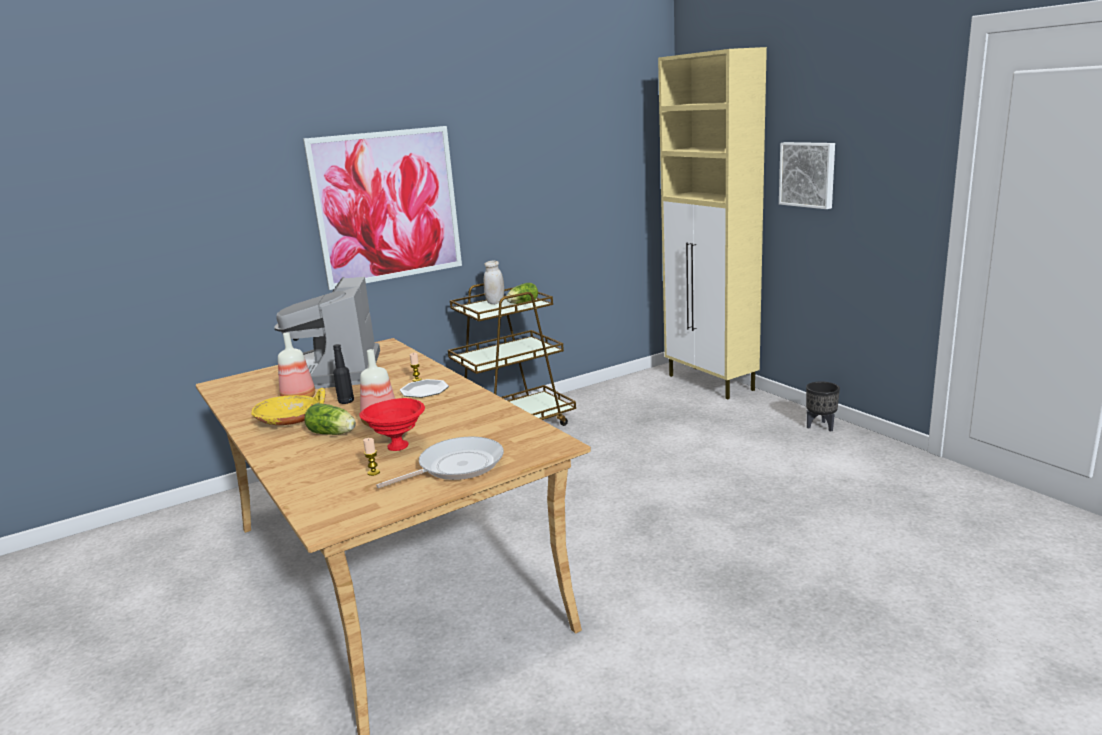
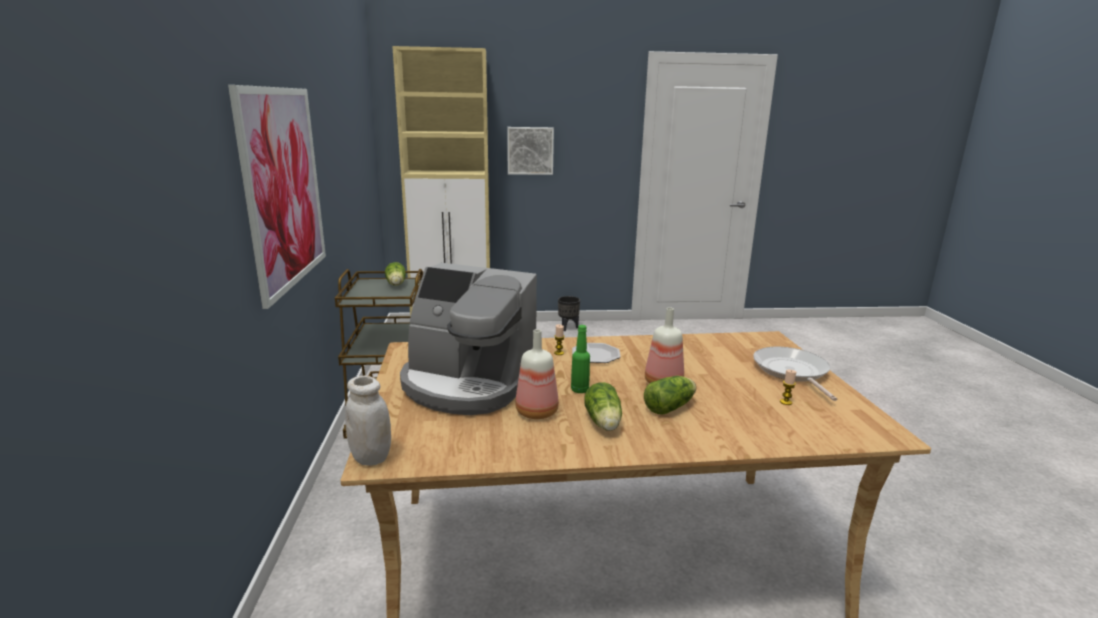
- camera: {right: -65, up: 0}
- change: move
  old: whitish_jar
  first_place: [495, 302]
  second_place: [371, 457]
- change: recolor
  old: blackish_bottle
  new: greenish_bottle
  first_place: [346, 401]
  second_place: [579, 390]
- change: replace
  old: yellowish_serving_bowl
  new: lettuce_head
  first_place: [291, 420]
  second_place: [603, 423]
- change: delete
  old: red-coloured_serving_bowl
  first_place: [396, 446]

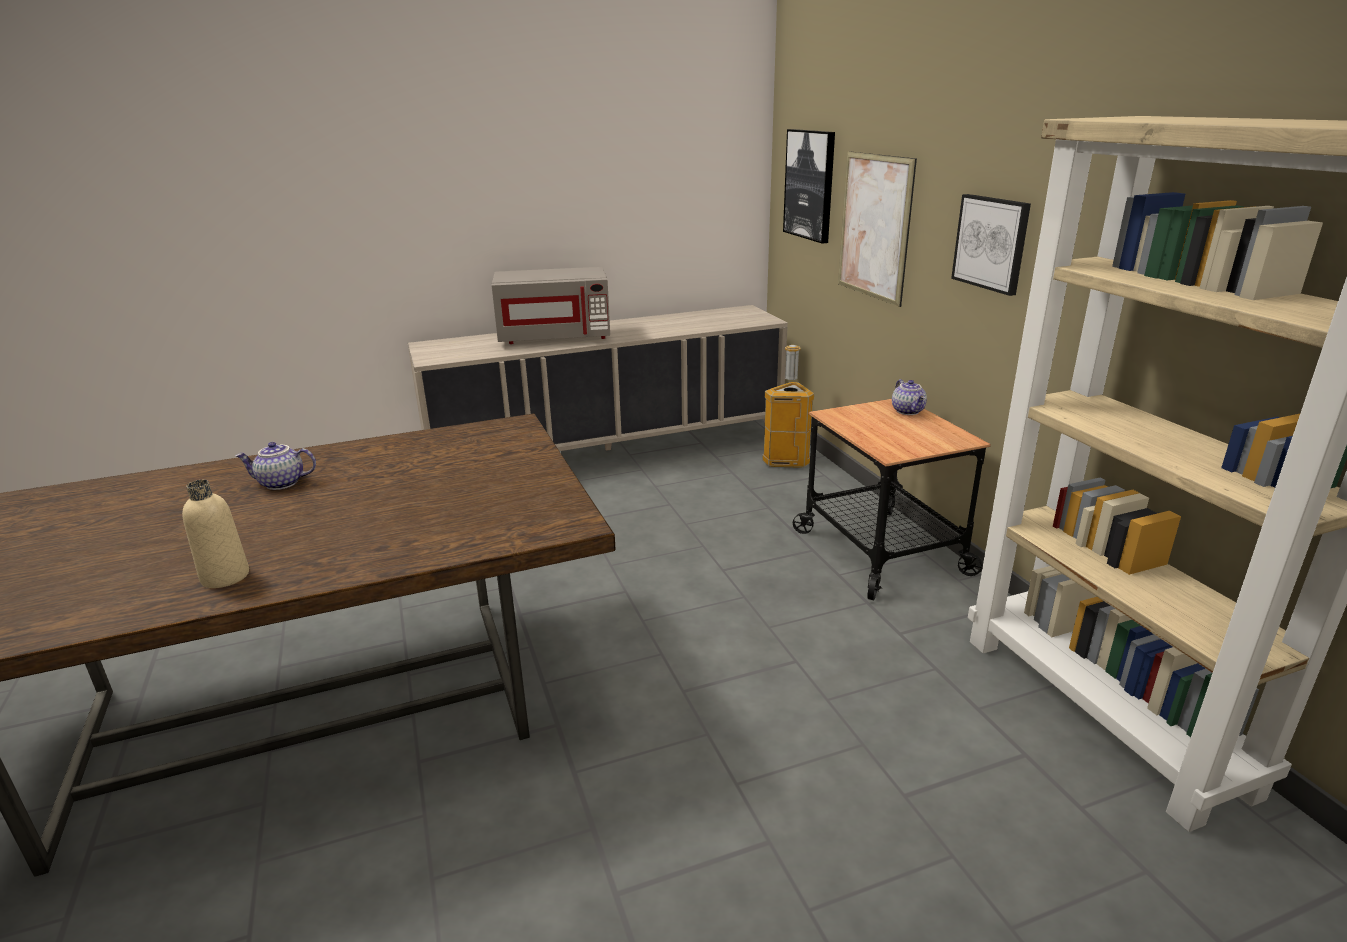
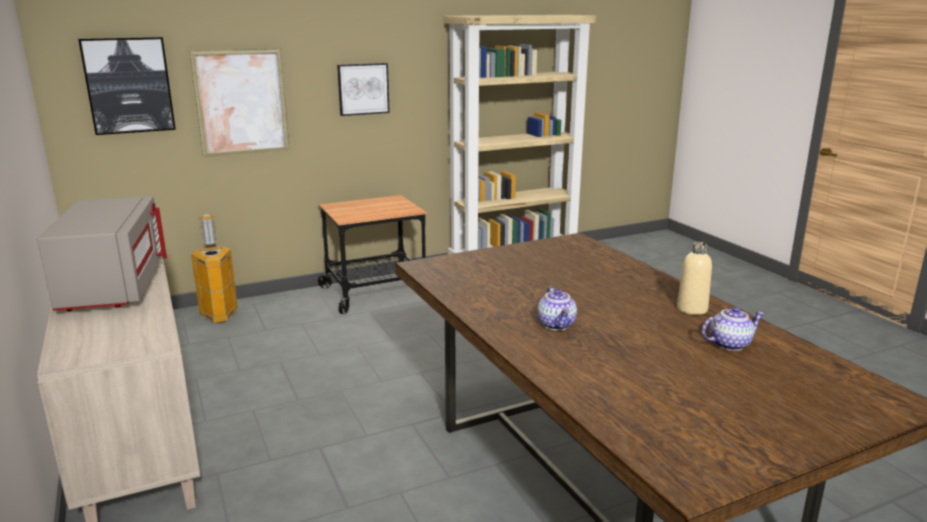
- camera: {right: -95, up: -5}
- change: move
  old: tea_pot
  first_place: [908, 411]
  second_place: [729, 344]

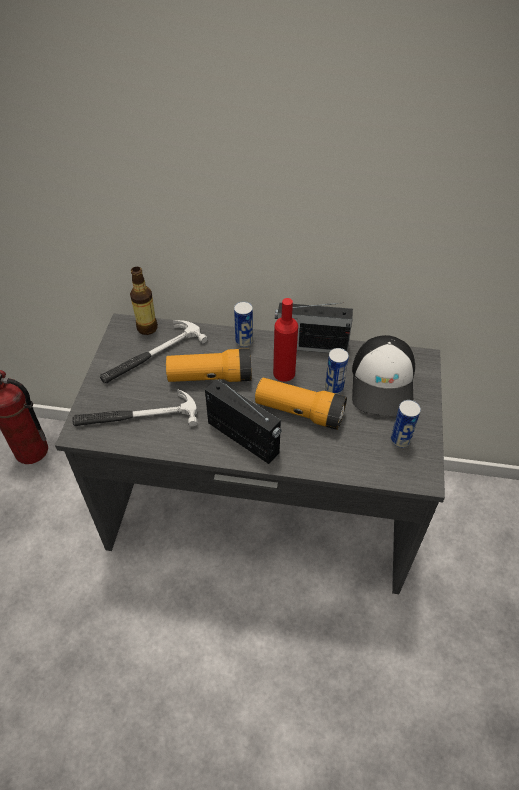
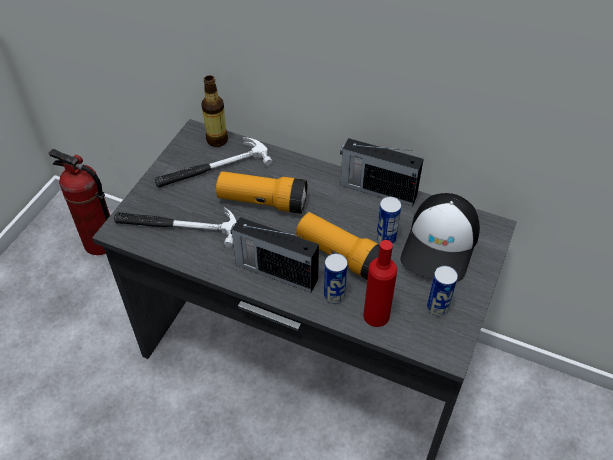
- camera: {right: 15, up: 0}
- change: move
  old: red-coloured_bottle
  first_place: [284, 373]
  second_place: [376, 315]
- change: move
  old: can
  first_place: [244, 341]
  second_place: [334, 295]
- change: rotate
  old: radio_set
  first_place: [244, 439]
  second_place: [275, 271]
  degrees: 150

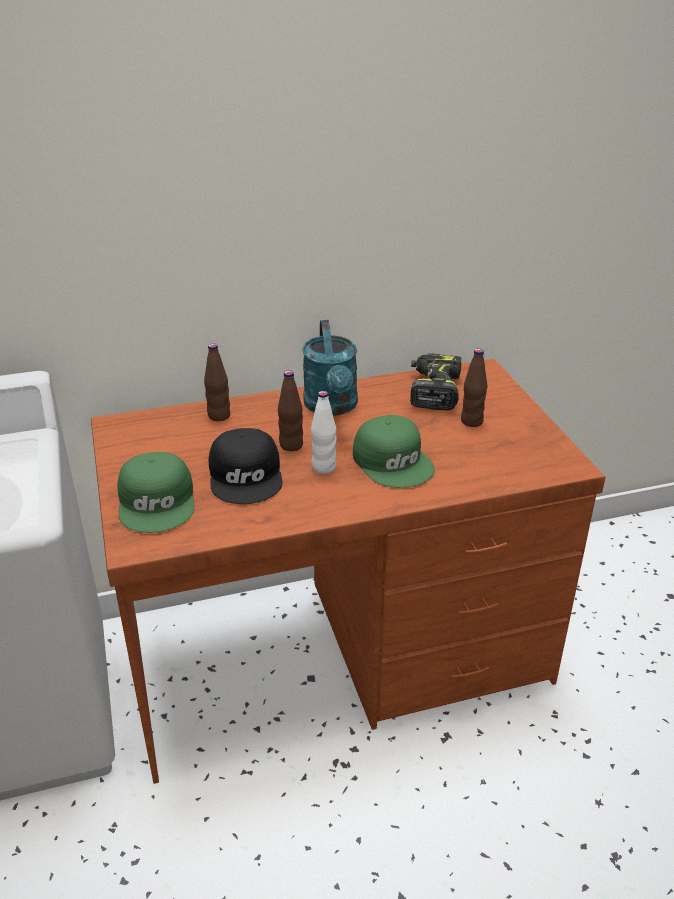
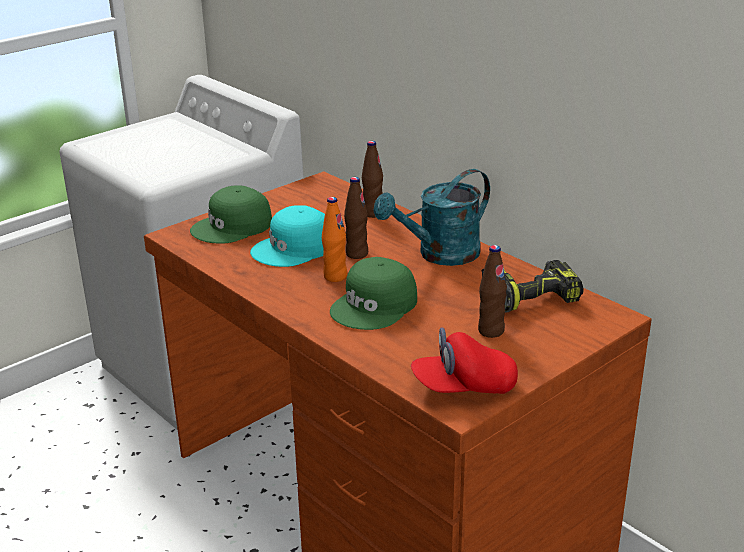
- camera: {right: 65, up: -5}
- change: recolor
  old: whitish_bottle
  new: orangey_bottle
  first_place: [324, 467]
  second_place: [335, 276]
- change: recolor
  old: blackish_peaked_cap
  new: turquoise-coloured_peaked_cap
  first_place: [247, 475]
  second_place: [294, 248]
- change: insert
  new: red-coloured_peaked_cap
  second_place: [464, 387]

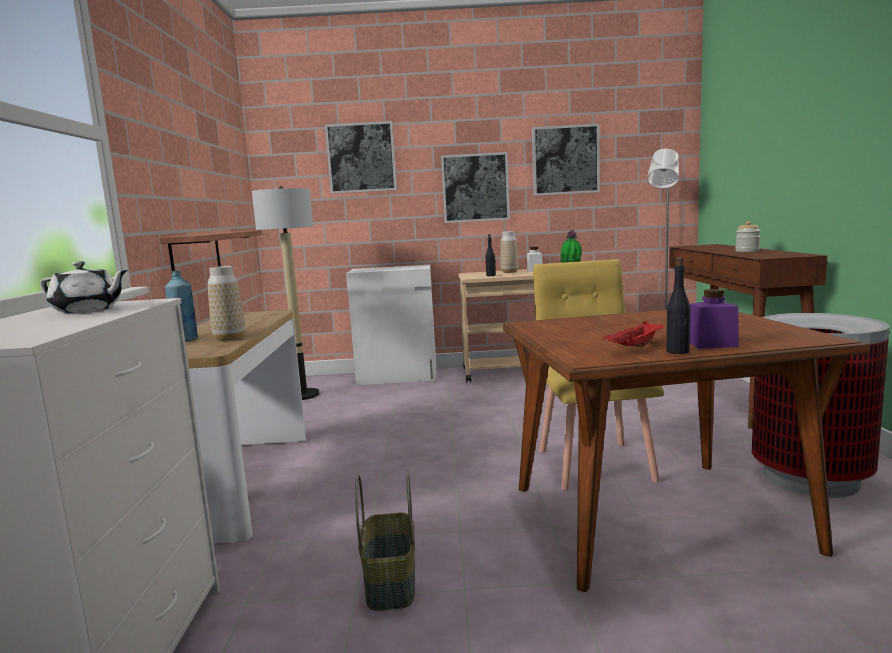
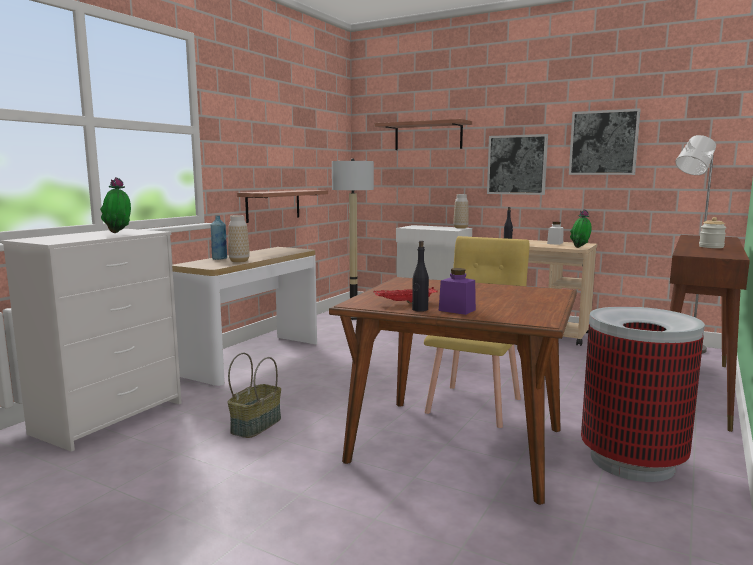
- camera: {right: 30, up: 0}
- change: replace
  old: picture
  new: bracket_shelf
  first_place: [361, 158]
  second_place: [428, 136]
- change: move
  old: vase
  first_place: [509, 272]
  second_place: [460, 228]
- change: replace
  old: whitish_tea_pot
  new: potted_plant
  first_place: [88, 310]
  second_place: [119, 233]

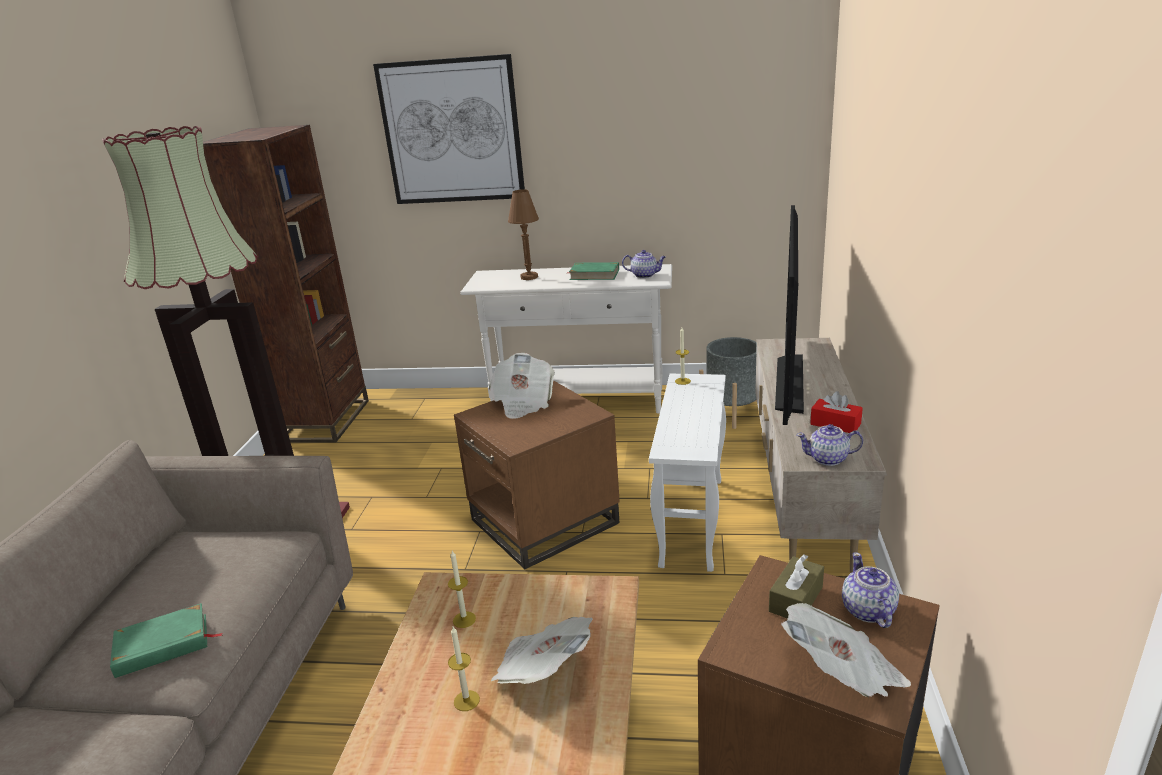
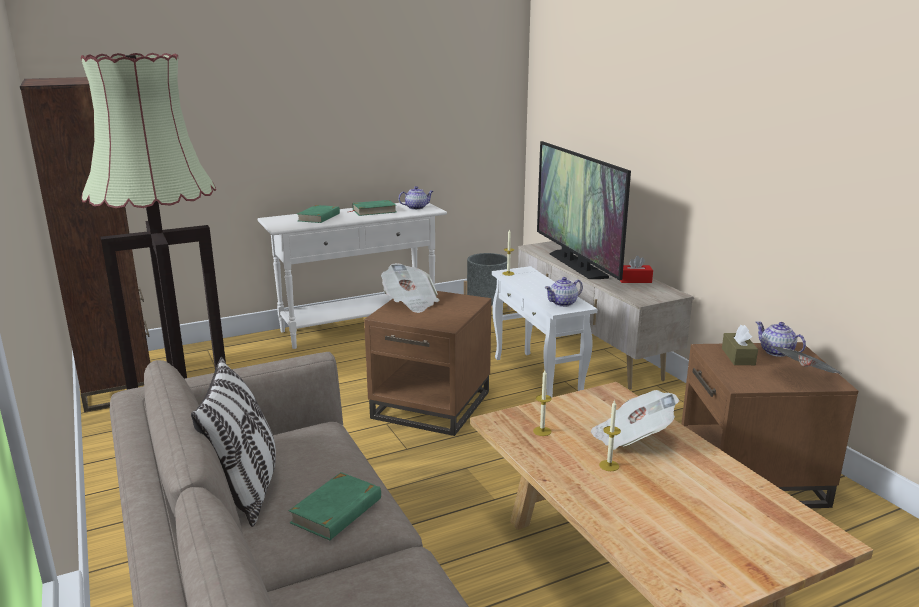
- camera: {right: -35, up: -5}
- change: delete
  old: picture
  first_place: [452, 132]
- change: replace
  old: brown-coloured_lamp_for_a_table
  new: greenish_bound_book
  first_place: [529, 277]
  second_place: [319, 217]
- change: move
  old: tea_pot
  first_place: [828, 459]
  second_place: [563, 303]
- change: insert
  new: throw_pillow
  second_place: [246, 489]

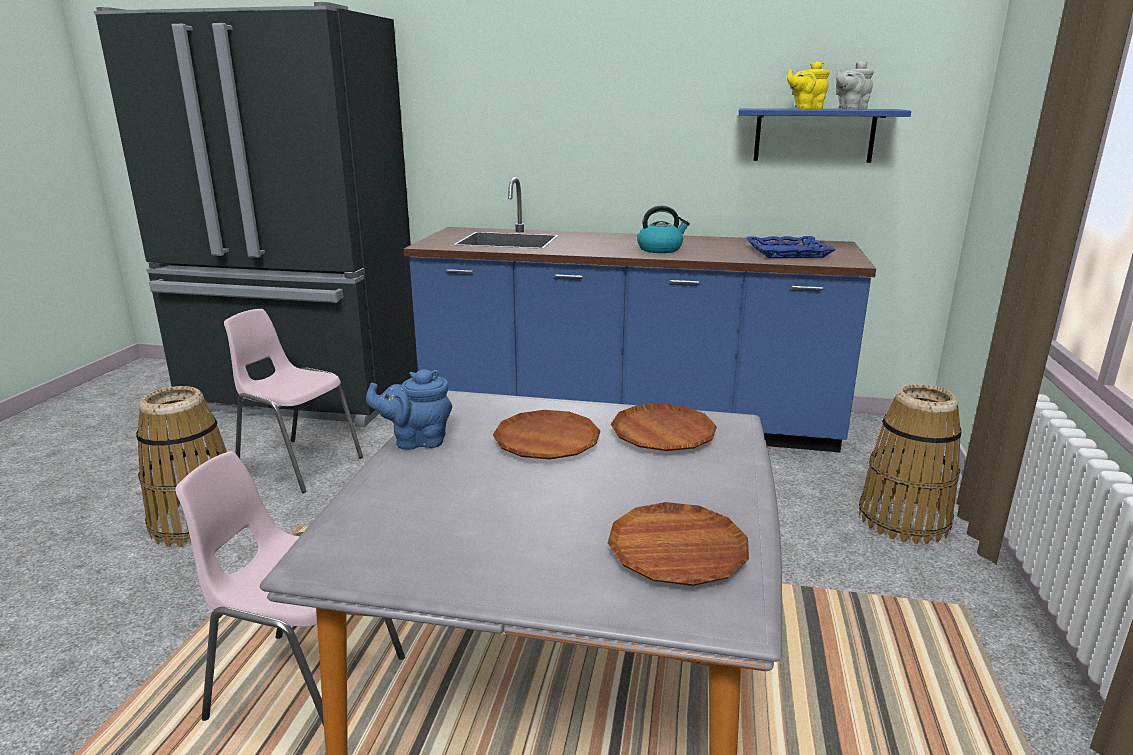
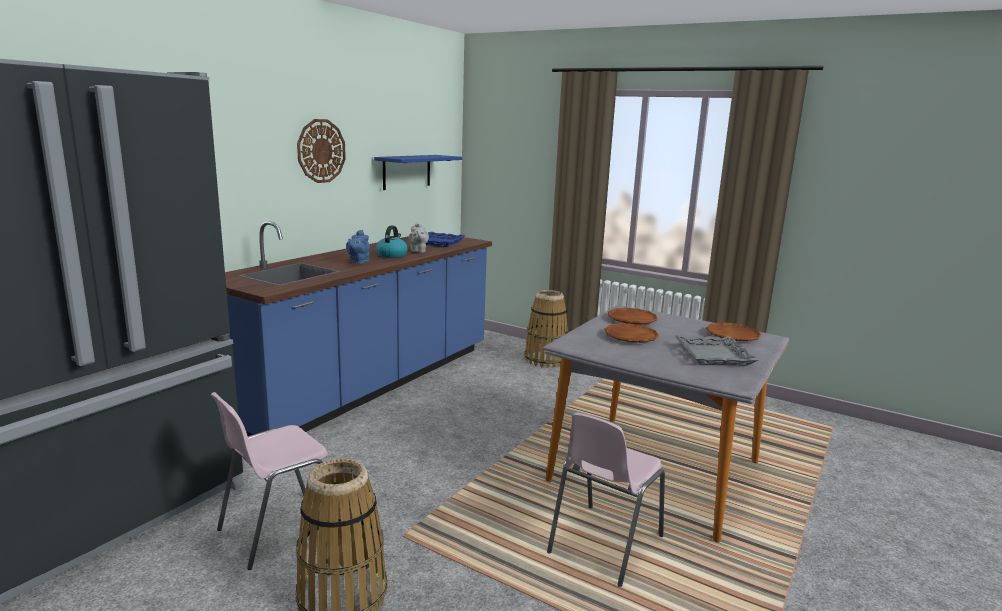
- camera: {right: -70, up: -5}
- change: delete
  old: yellowish_tea_pot
  first_place: [806, 108]
- change: move
  old: greyish_tea_pot
  first_place: [850, 109]
  second_place: [418, 251]
- change: move
  old: blue_tea_pot
  first_place: [417, 441]
  second_place: [358, 262]
- change: insert
  new: wall_clock
  second_place: [321, 151]
- change: insert
  new: greyish_tray
  second_place: [714, 356]

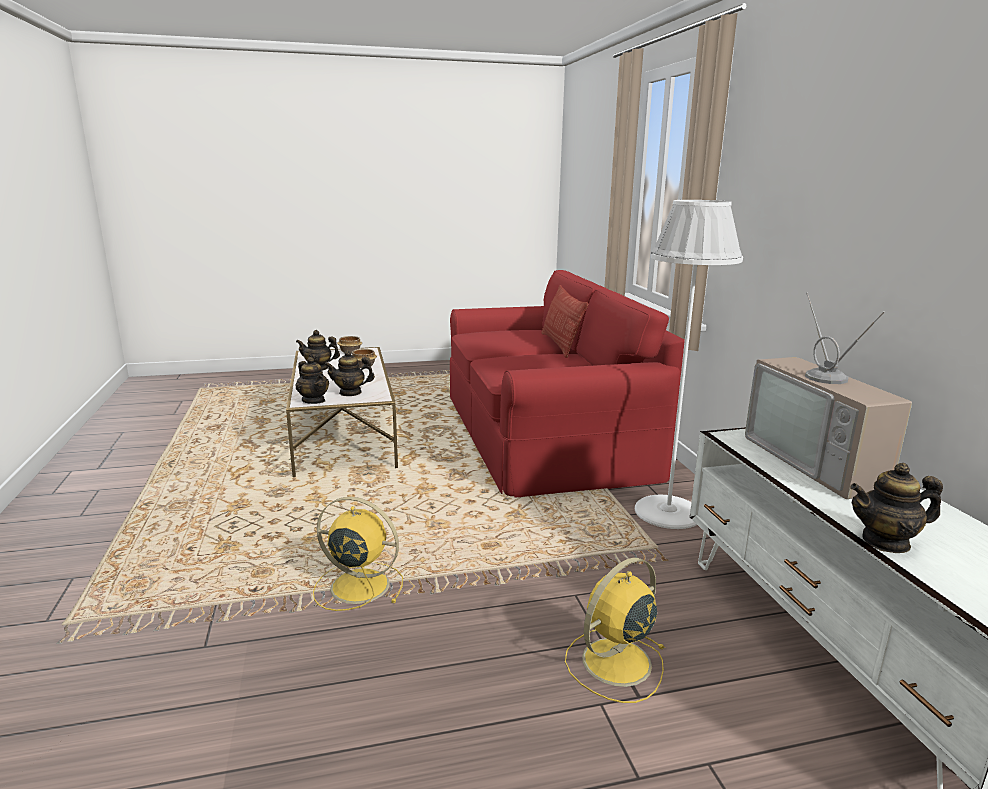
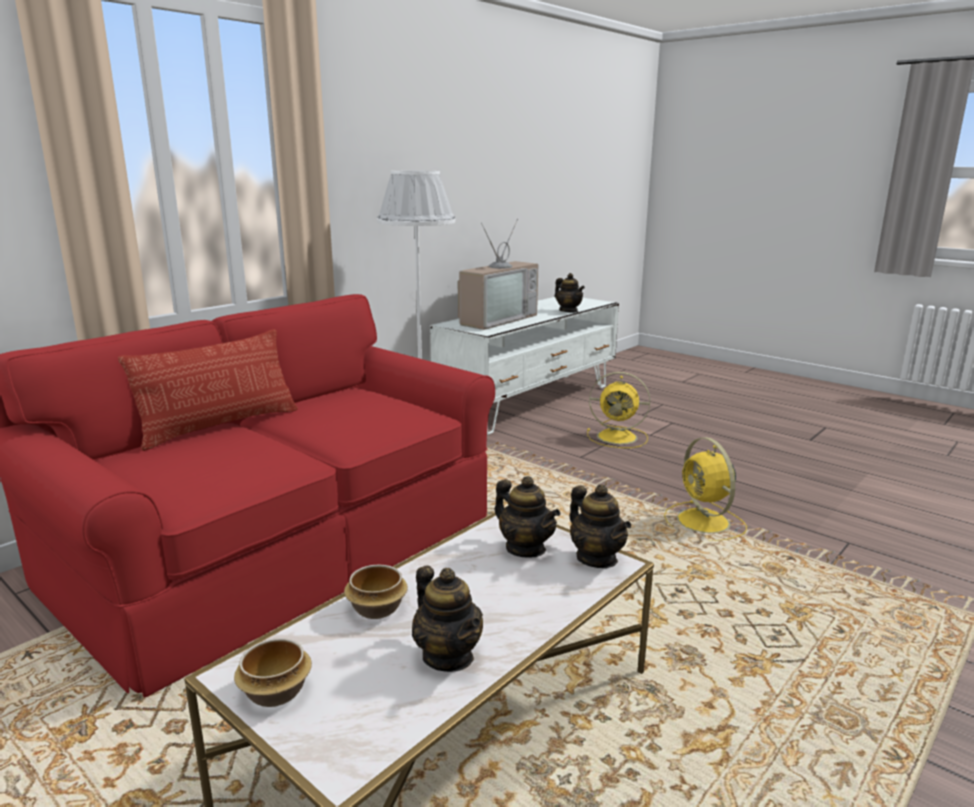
- camera: {right: -125, up: 0}
- change: rotate
  old: tea_pot
  first_place: [313, 400]
  second_place: [597, 558]
  degrees: 135

